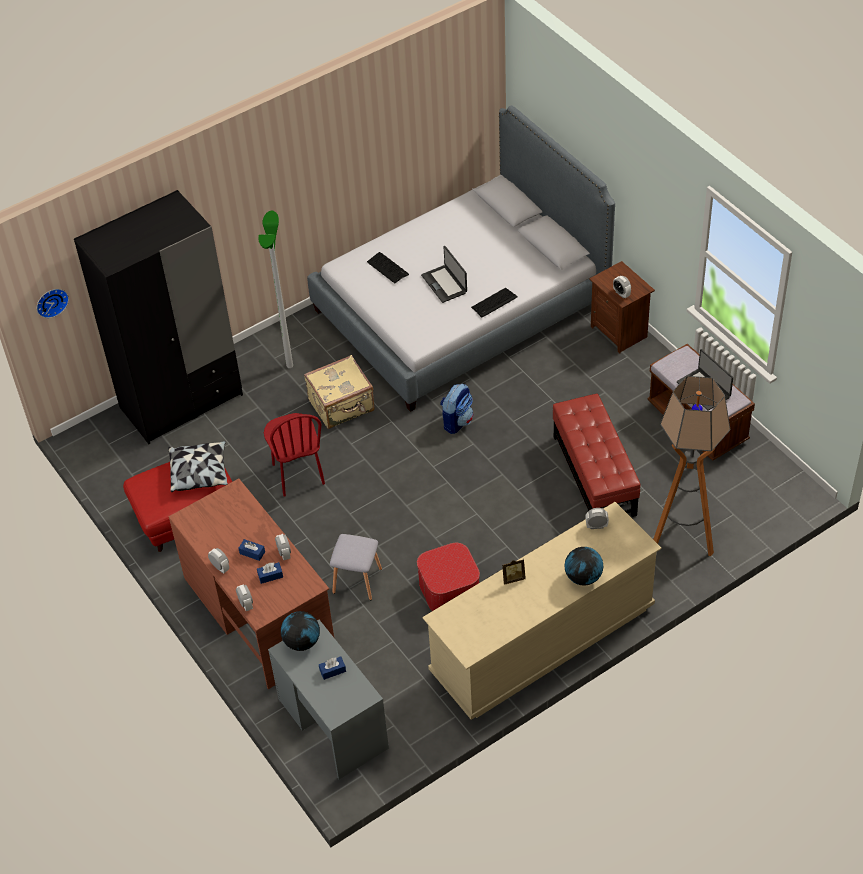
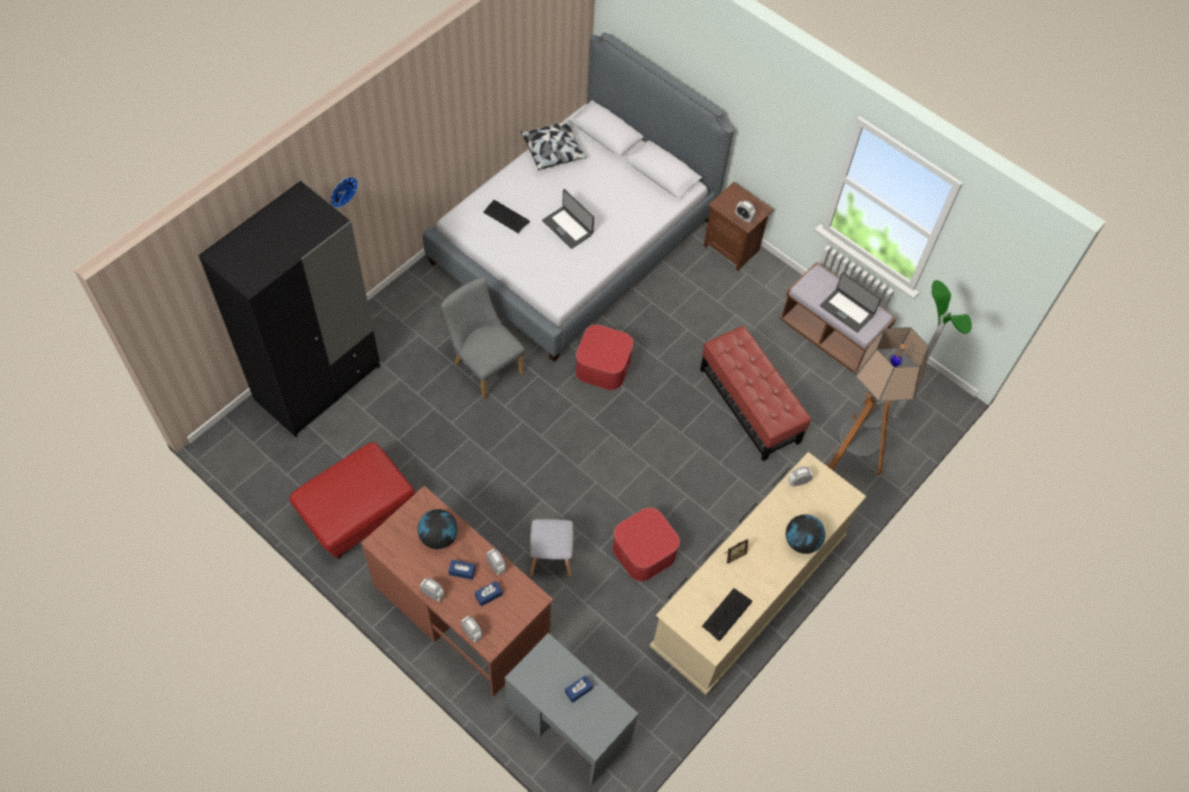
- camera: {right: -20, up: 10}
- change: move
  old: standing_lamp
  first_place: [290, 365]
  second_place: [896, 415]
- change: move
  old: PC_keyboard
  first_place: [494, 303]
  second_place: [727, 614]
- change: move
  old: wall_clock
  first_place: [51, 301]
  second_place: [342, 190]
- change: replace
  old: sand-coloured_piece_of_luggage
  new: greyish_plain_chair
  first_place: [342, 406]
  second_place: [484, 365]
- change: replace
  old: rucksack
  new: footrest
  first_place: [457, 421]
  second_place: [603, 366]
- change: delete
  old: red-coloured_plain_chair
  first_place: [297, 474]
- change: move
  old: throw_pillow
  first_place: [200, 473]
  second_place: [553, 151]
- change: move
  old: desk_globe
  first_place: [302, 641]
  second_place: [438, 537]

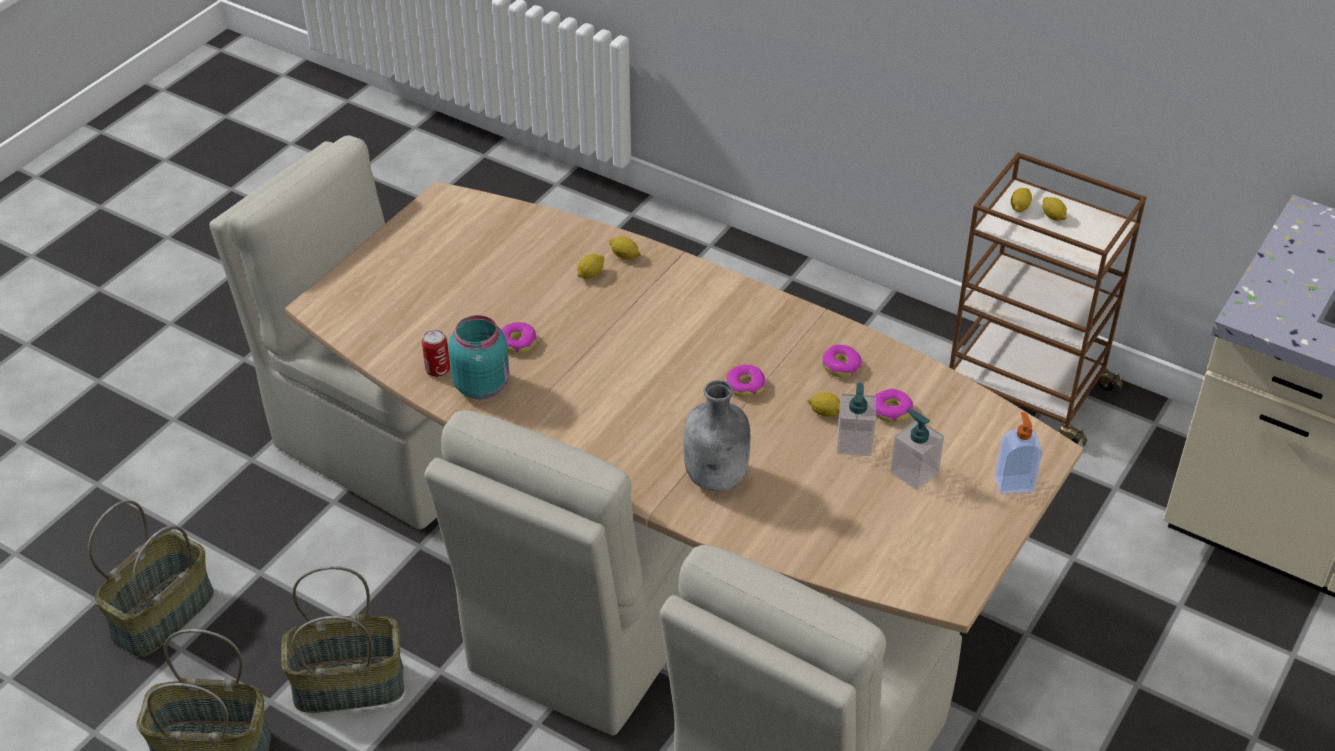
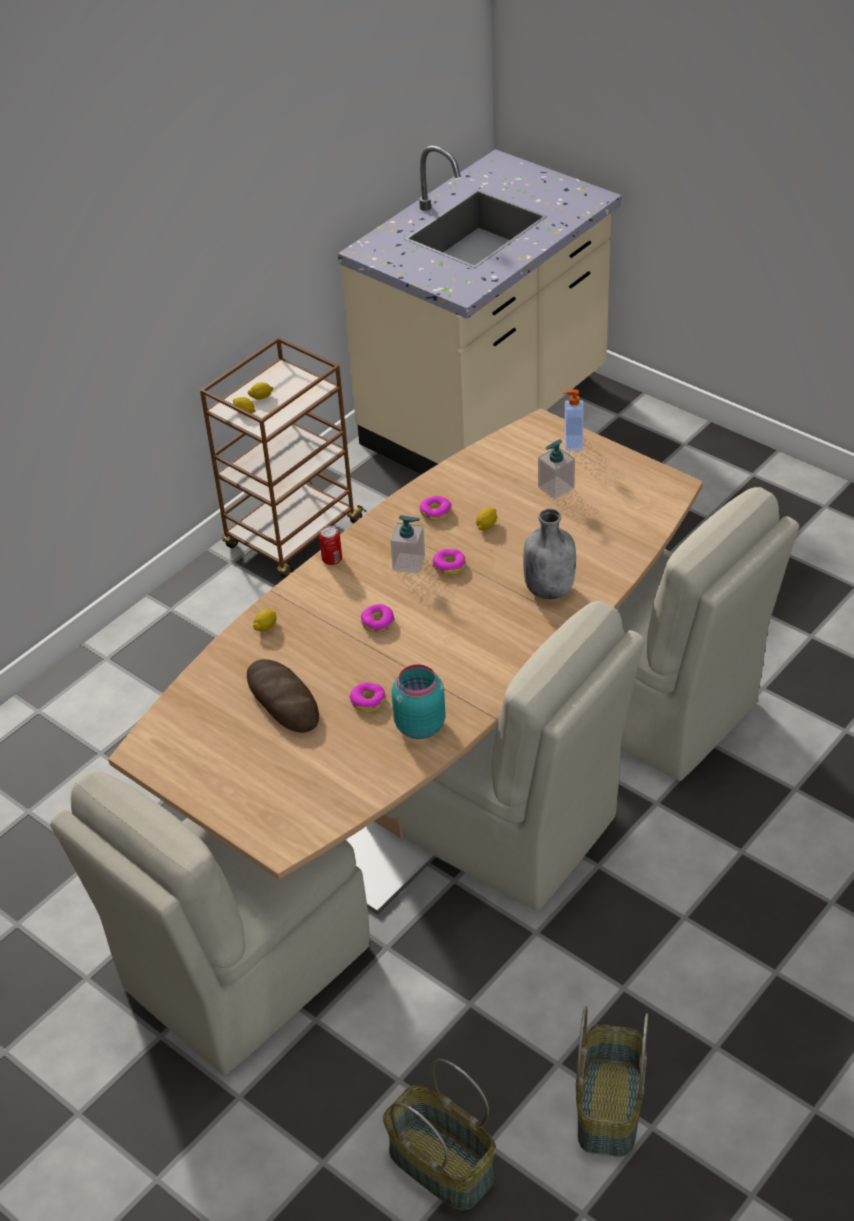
- camera: {right: -80, up: 0}
- change: delete
  old: whole_lemon
  first_place: [590, 274]
- change: move
  old: can
  first_place: [438, 370]
  second_place: [332, 559]
- change: move
  old: soap_dispenser
  first_place: [854, 443]
  second_place: [409, 563]
- change: move
  old: doughnut
  first_place: [891, 410]
  second_place: [377, 623]
- change: delete
  old: basket
  first_place: [350, 683]
- change: insert
  new: bakery_bread
  second_place: [283, 700]

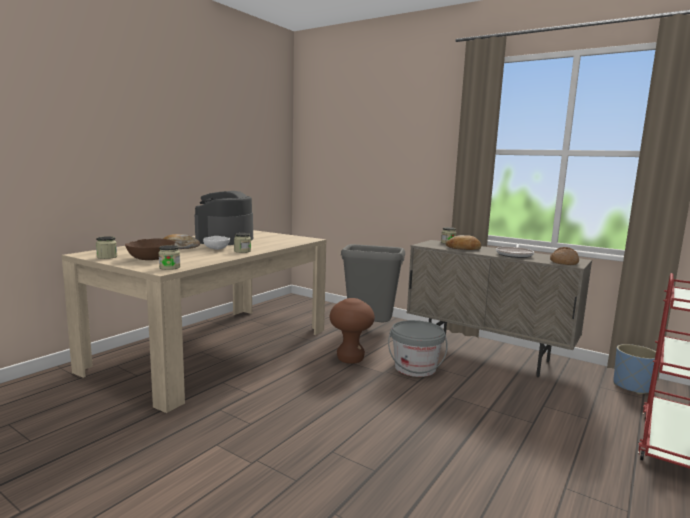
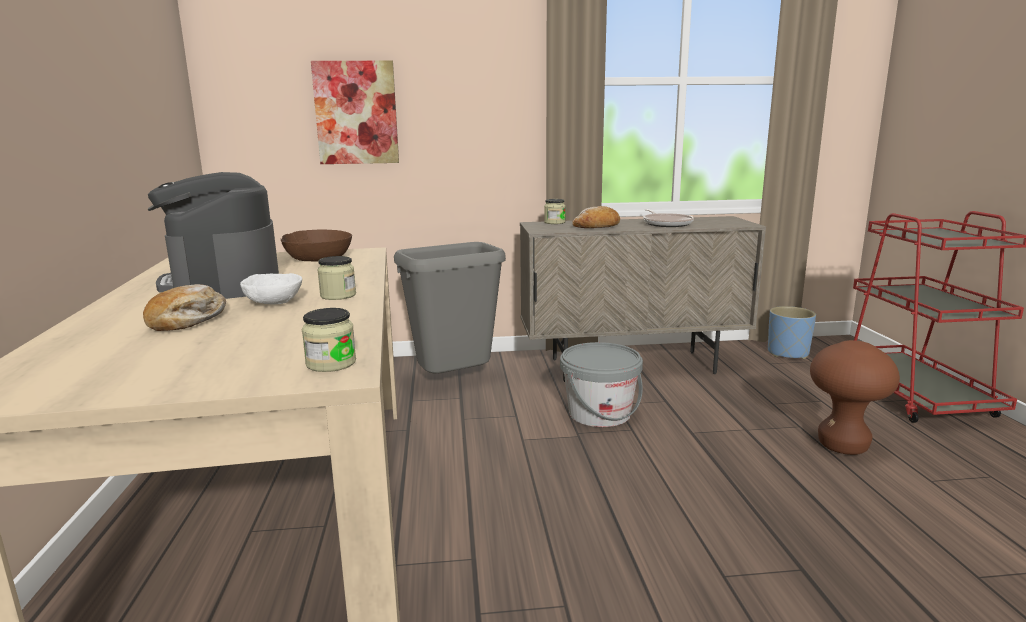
- camera: {right: -40, up: 5}
- change: delete
  old: jar
  first_place: [107, 257]
- change: move
  old: brown-coloured_serving_bowl
  first_place: [151, 258]
  second_place: [319, 258]
- change: delete
  old: bakery_bread
  first_place: [564, 262]
- change: move
  old: brown-coloured_stool
  first_place: [350, 359]
  second_place: [842, 446]
- change: insert
  new: picture
  second_place: [356, 113]

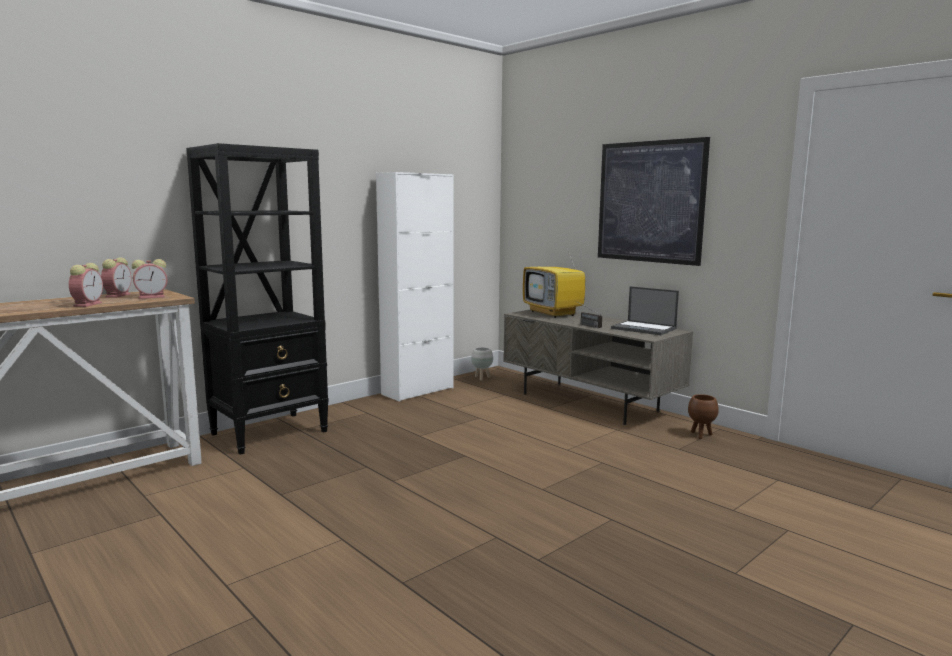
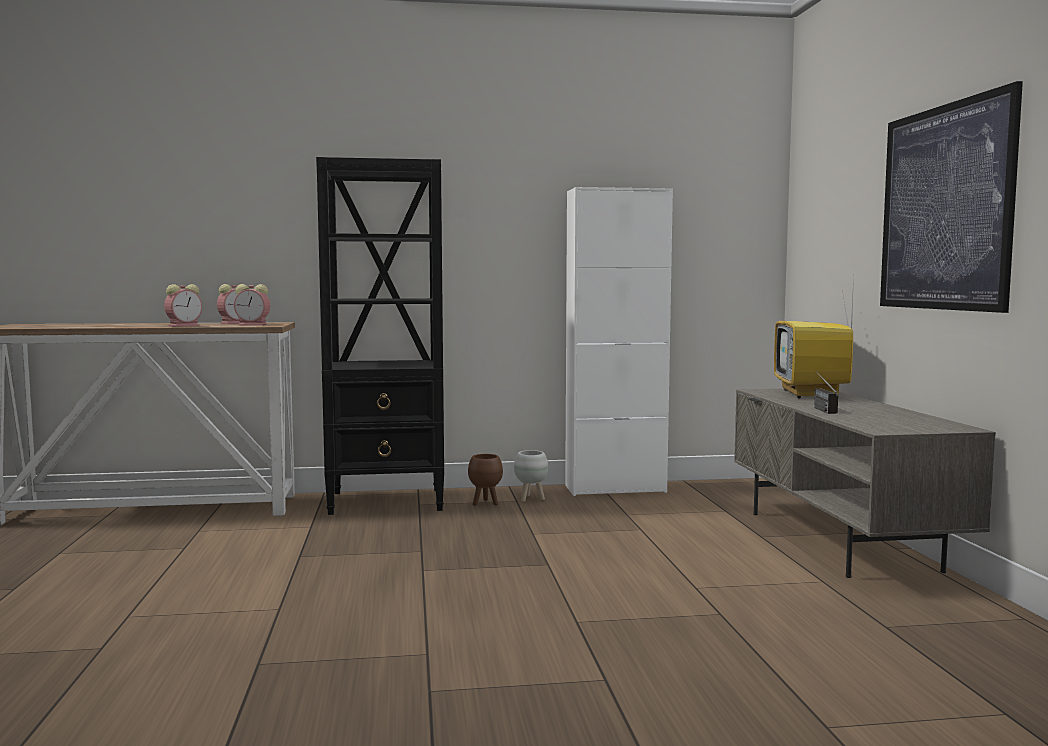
- camera: {right: 35, up: -5}
- change: delete
  old: portable_computer
  first_place: [644, 328]
- change: move
  old: whitish_plant_pot
  first_place: [482, 378]
  second_place: [531, 499]
- change: move
  old: brown-coloured_plant_pot
  first_place: [701, 435]
  second_place: [485, 503]

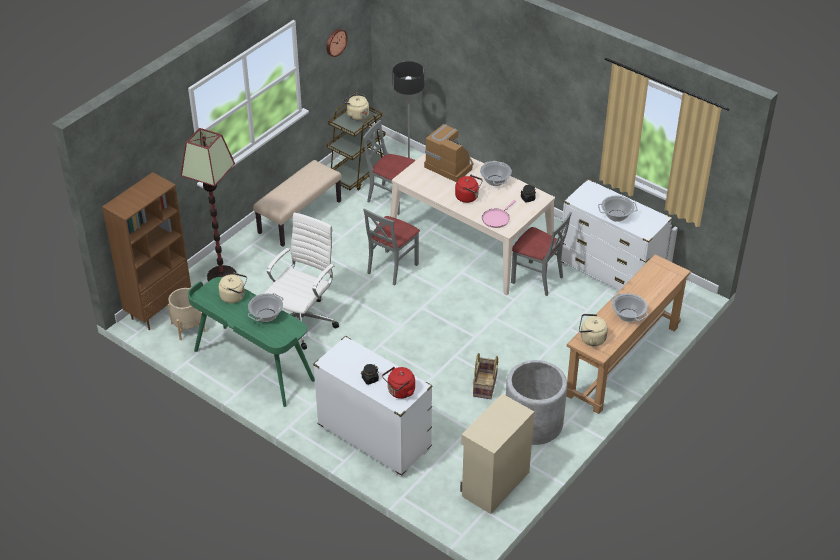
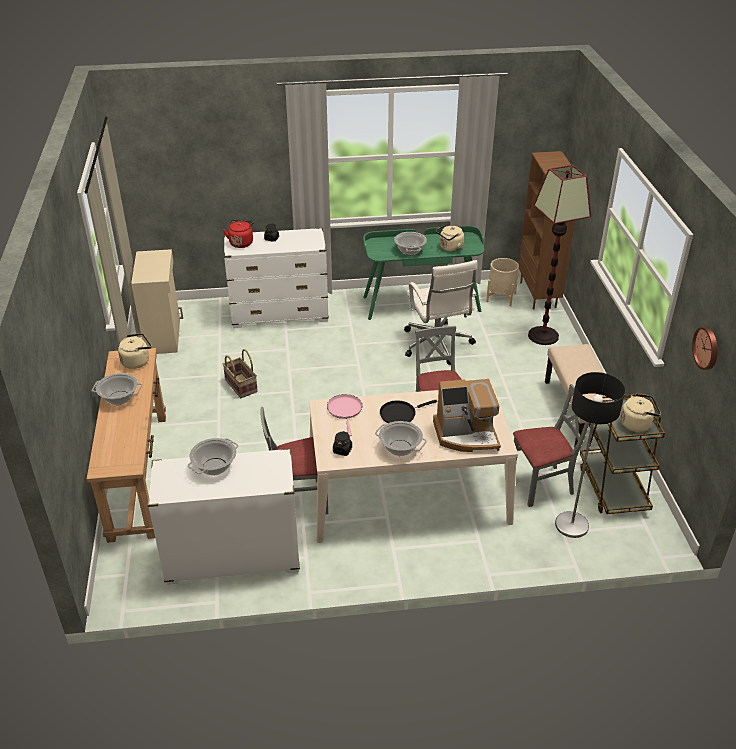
- camera: {right: 135, up: -5}
- change: replace
  old: red-coloured_water_kettle
  new: blackish_pan
  first_place: [468, 197]
  second_place: [400, 414]
- change: delete
  old: greyish_plant_pot
  first_place: [533, 423]

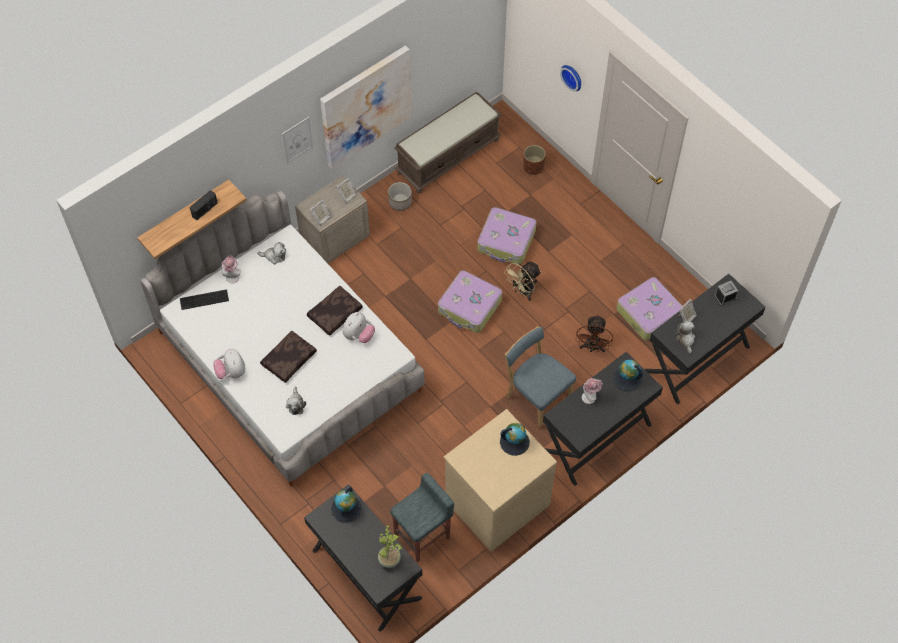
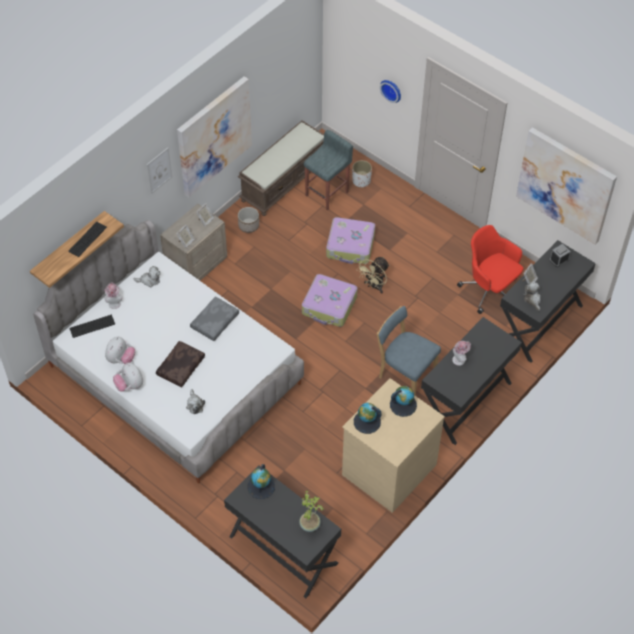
- camera: {right: -10, up: -5}
- change: recolor
  old: brown-coloured_plant_pot
  new: whitish_plant_pot
  first_place: [533, 167]
  second_place: [361, 181]
- change: replace
  old: radio_set
  new: PC_keyboard
  first_place: [205, 210]
  second_place: [87, 239]
- change: replace
  old: piece_of_luggage
  new: red-coloured_computer_chair
  first_place: [649, 314]
  second_place: [489, 290]
- change: recolor
  old: brown-coloured_throw_pillow
  new: greyish_throw_pillow
  first_place: [334, 313]
  second_place: [214, 321]
- change: move
  old: soft_toy
  first_place: [358, 335]
  second_place: [121, 359]
- change: delete
  old: brown-coloured_electric_fan
  first_place: [592, 347]
- change: move
  old: desk_globe
  first_place: [627, 379]
  second_place: [367, 422]
- change: move
  old: greyish_stool
  first_place: [423, 536]
  second_place: [327, 193]
- change: insert
  new: picture
  second_place: [566, 185]

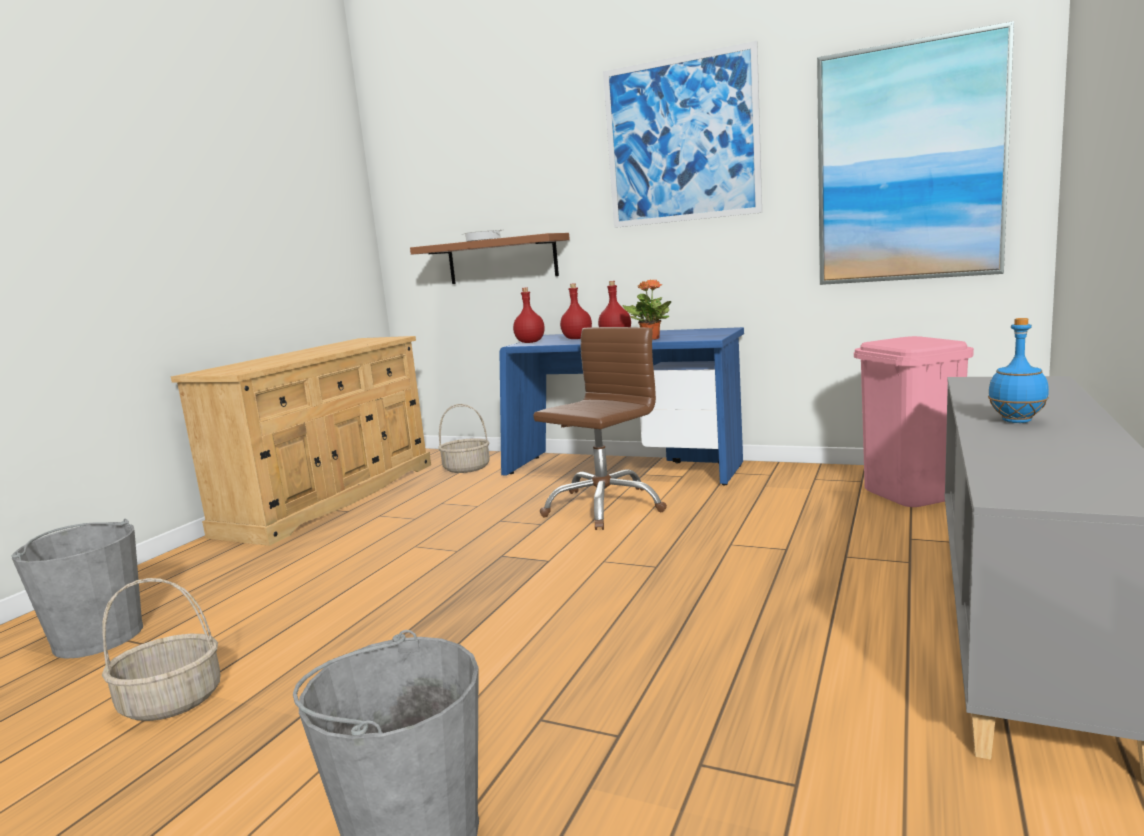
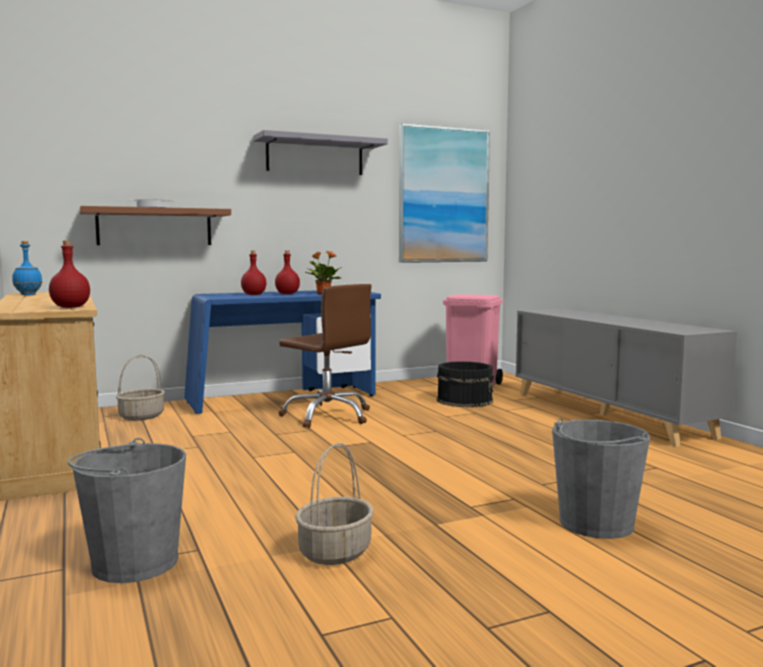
- camera: {right: -50, up: -5}
- change: replace
  old: picture
  new: greyish_bracket_shelf
  first_place: [681, 140]
  second_place: [315, 156]
- change: move
  old: red-coloured_bottle
  first_place: [529, 342]
  second_place: [70, 307]
- change: move
  old: blue_bottle
  first_place: [1017, 421]
  second_place: [28, 295]
- change: rotate
  old: brown-coloured_computer_chair
  first_place: [603, 506]
  second_place: [328, 416]
  degrees: 135
- change: insert
  new: blackish_pail
  second_place: [465, 400]

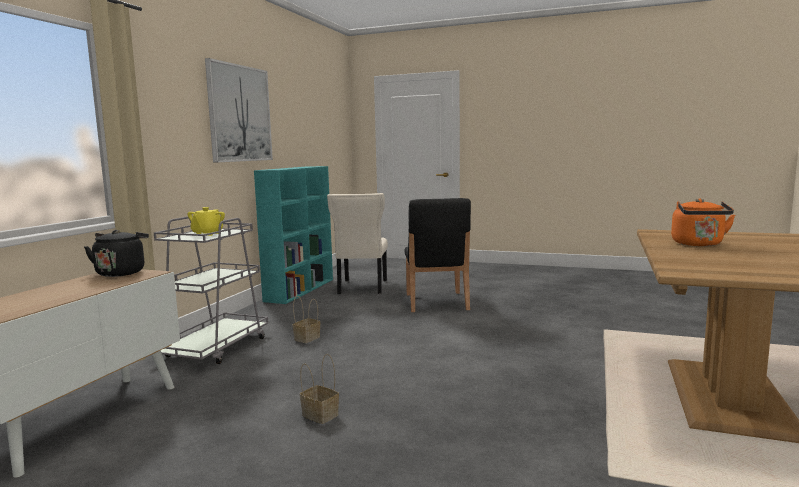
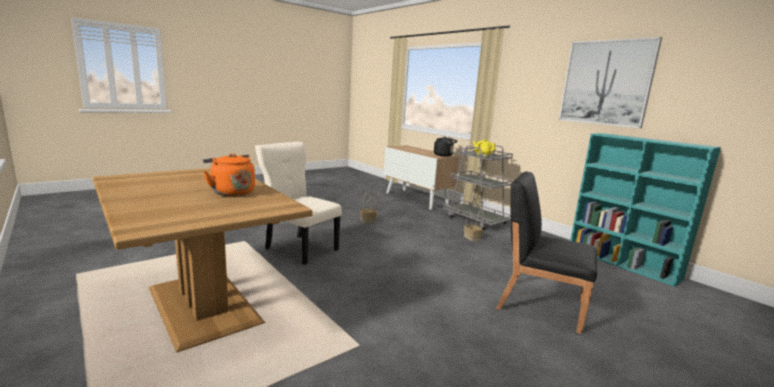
- camera: {right: 120, up: 5}
- change: move
  old: sand-coloured_plain_chair
  first_place: [362, 287]
  second_place: [300, 248]

